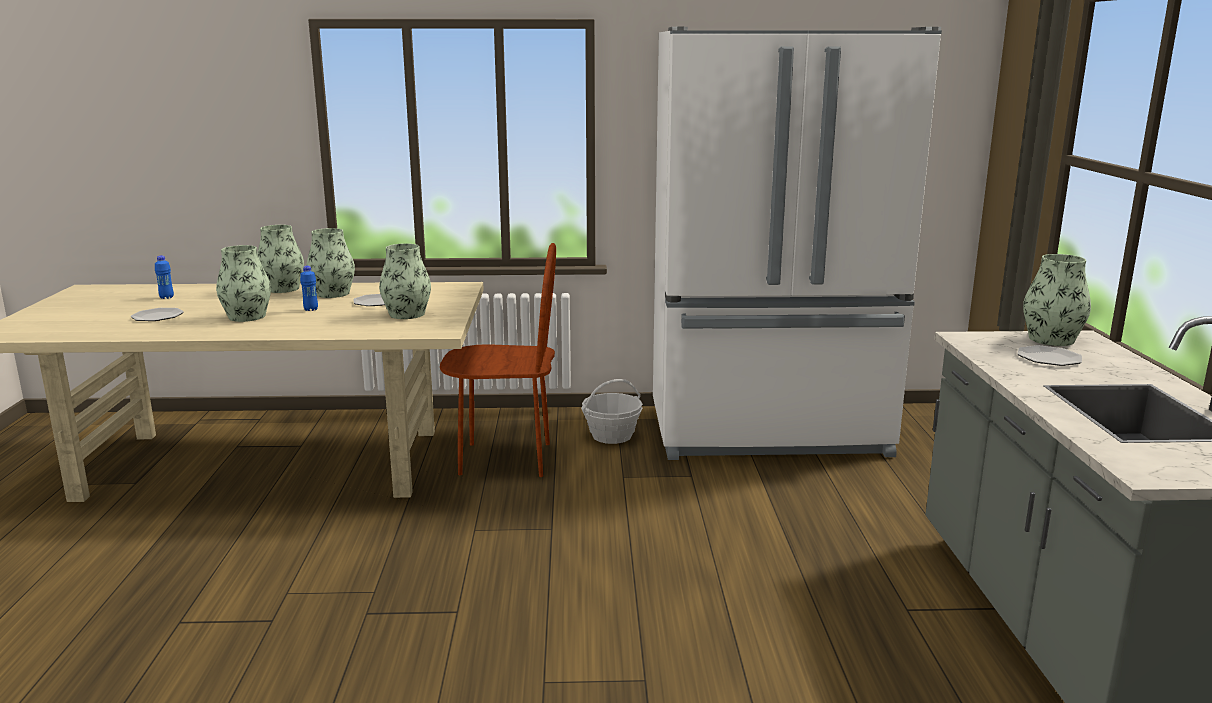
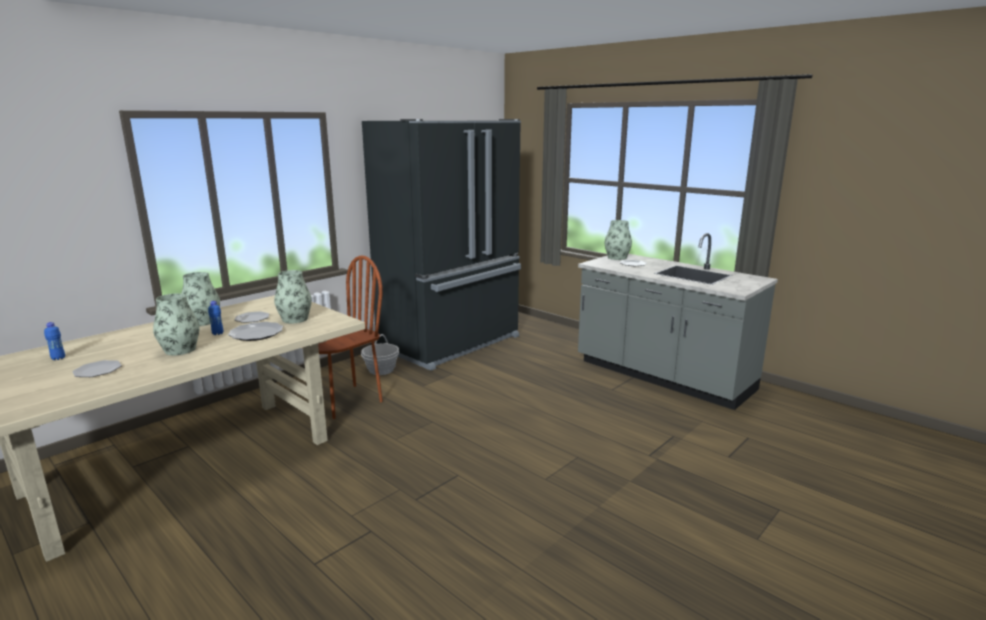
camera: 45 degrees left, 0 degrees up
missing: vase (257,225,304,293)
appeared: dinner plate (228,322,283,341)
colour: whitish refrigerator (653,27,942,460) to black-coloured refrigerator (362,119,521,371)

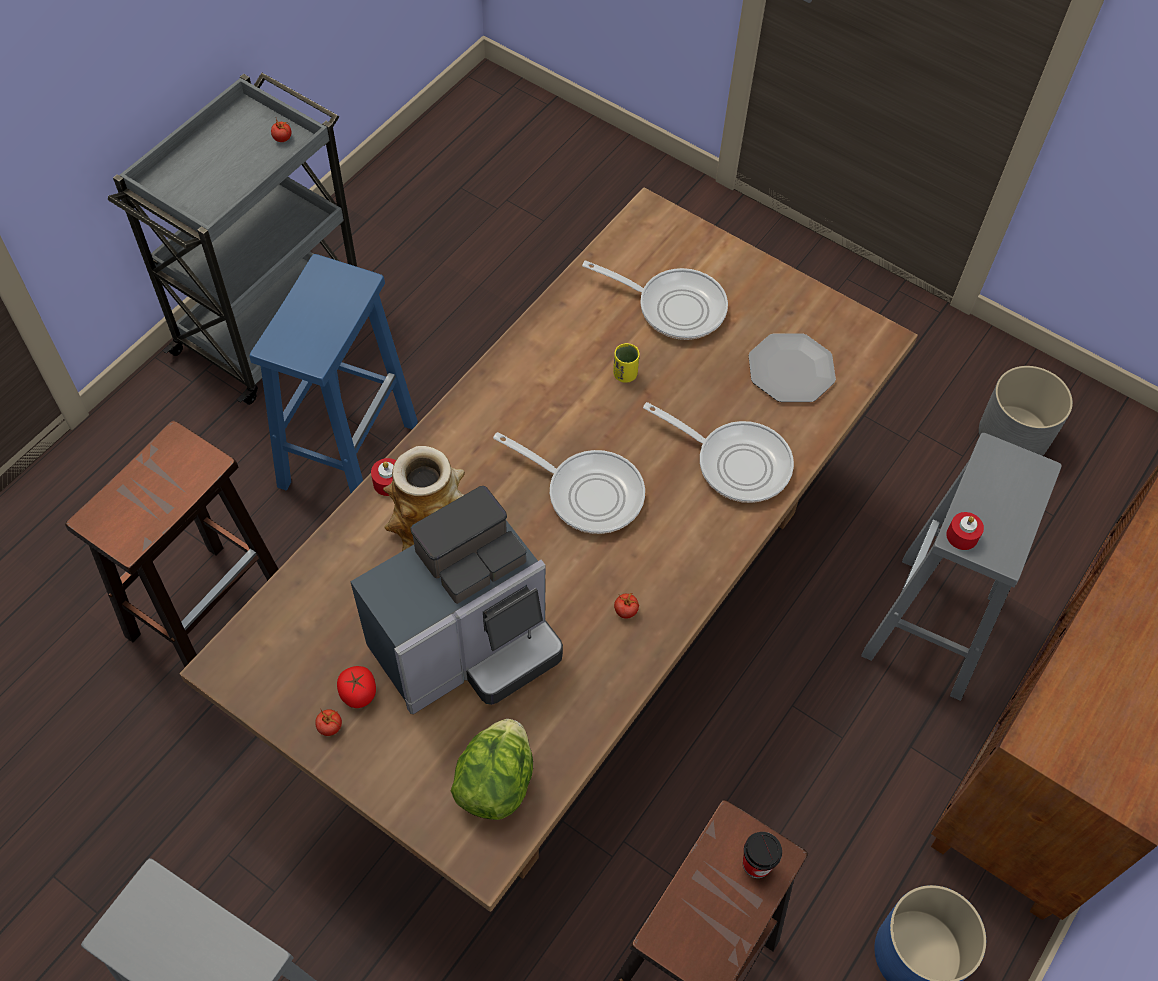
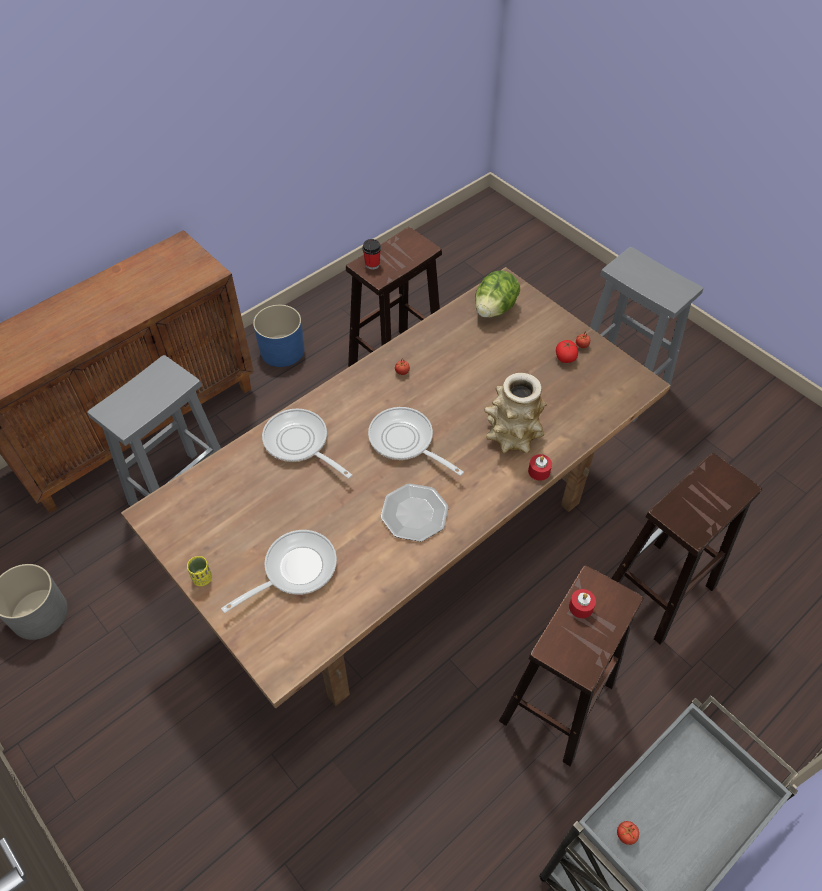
camera: 165 degrees left, 5 degrees down
missing: coffee machine (350,486,563,714)
relocated: yellow-coloured cup (613,343,640,383) to (187,556,212,586); dinner plate (749,333,836,402) to (381,483,449,542); red-coloured candle (946,512,984,550) to (569,589,596,618)
colour: blue-coloured sitting stool (250,254,418,493) to brown sitting stool (499,565,644,767)
spun: pan (582,260,728,340) = (221,530,337,613) 105 degrees clockwise

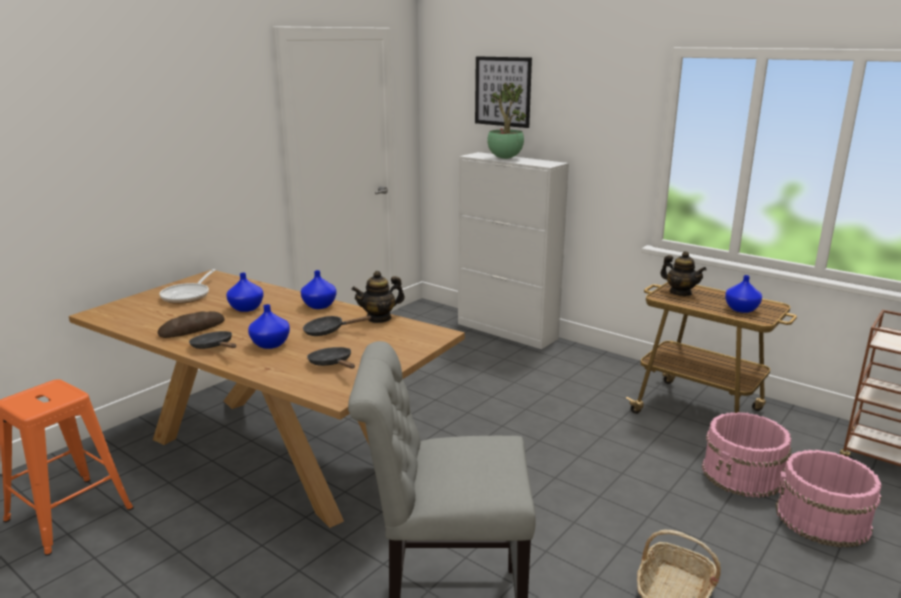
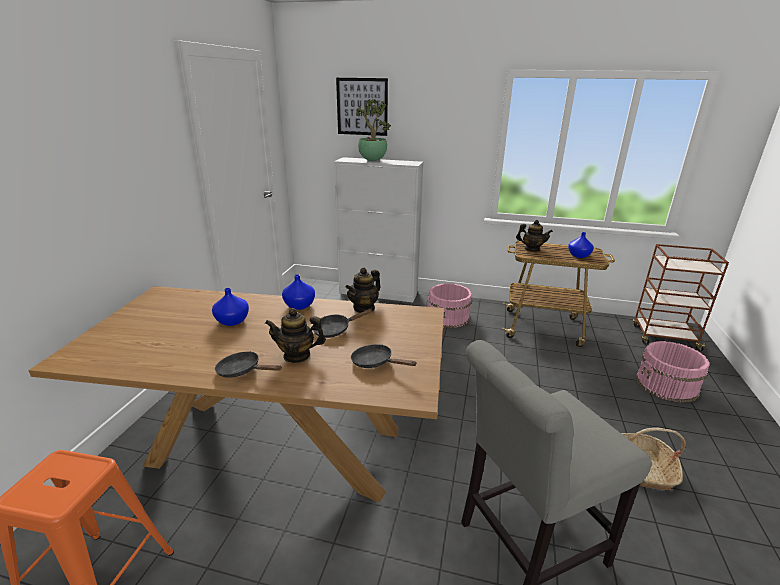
camera: 25 degrees left, 5 degrees up
missing: bread (158,311,225,338); pan (159,269,216,304)
relocated: pink-coloured pail (702,412,791,498) to (428,283,472,328)
exchanged: blue-coloured vase (248,304,290,349) to teapot (265,308,326,363)

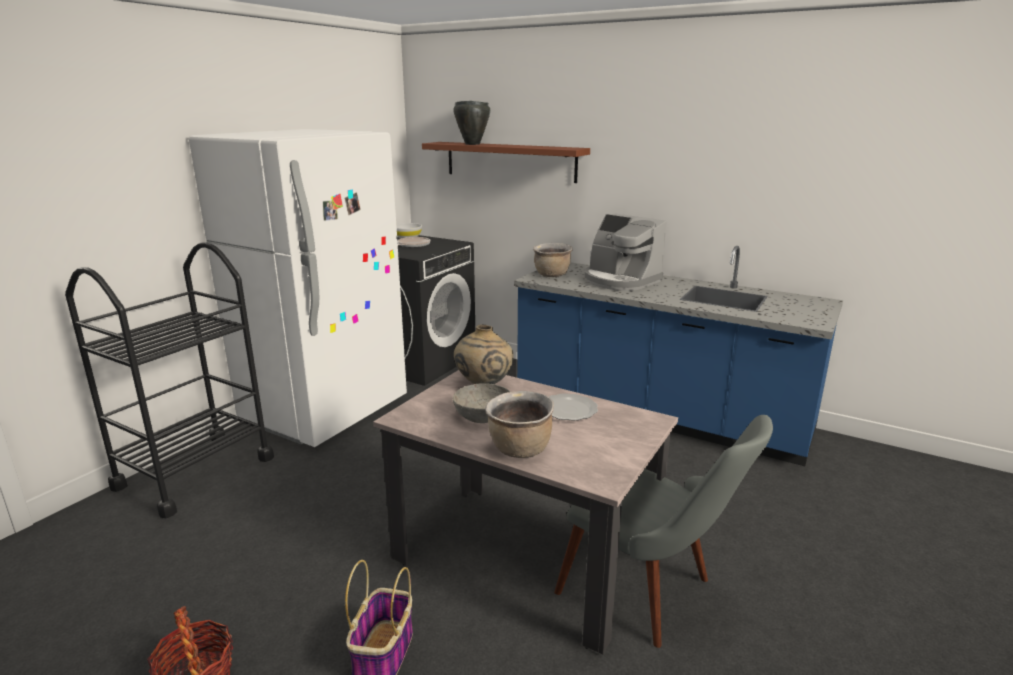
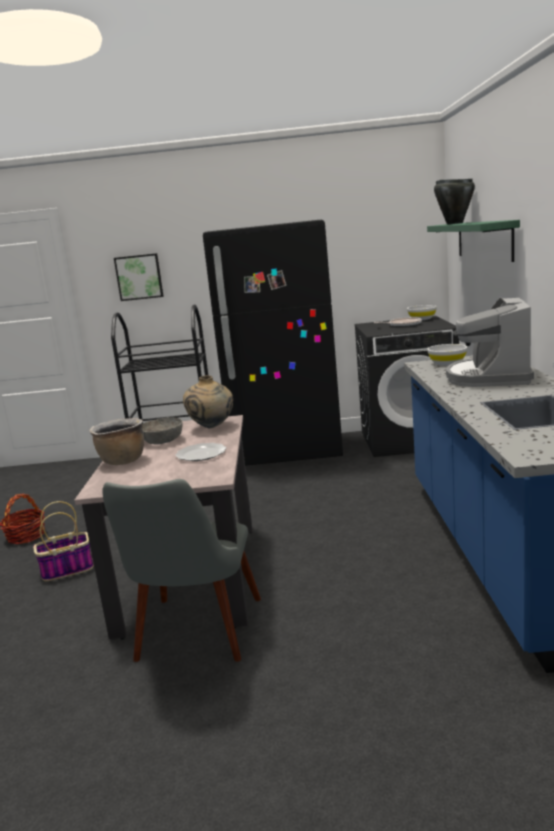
camera: 60 degrees right, 5 degrees down
appeared: picture (114,253,163,301)
exchanged: brown saucepot (533,243,573,277) to whitish serving bowl (427,344,467,366)
colour: whitish refrigerator (189,129,407,447) to black-coloured refrigerator (203,220,343,466); brown wall shelf (422,142,590,183) to green-coloured wall shelf (427,220,520,262)

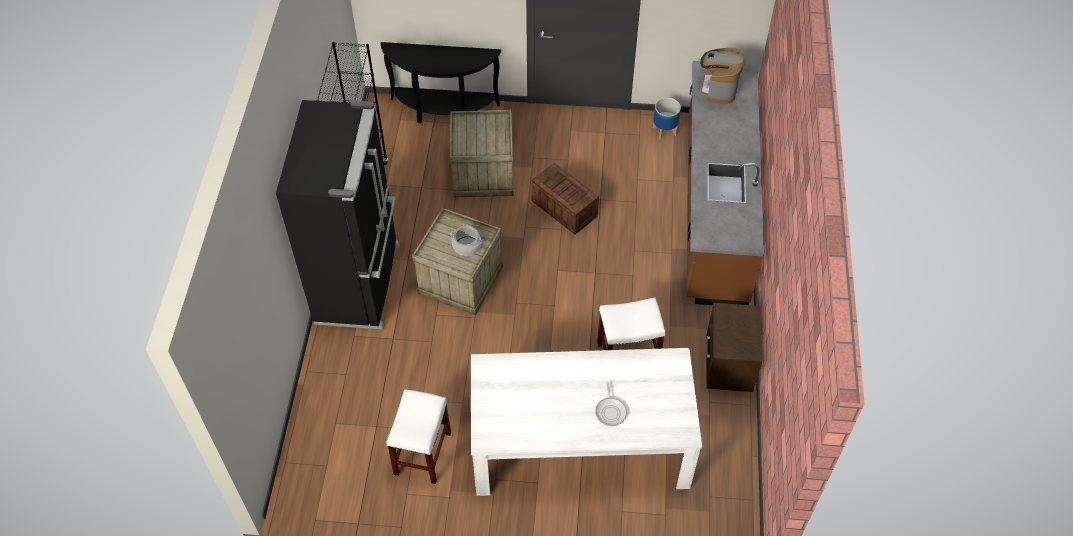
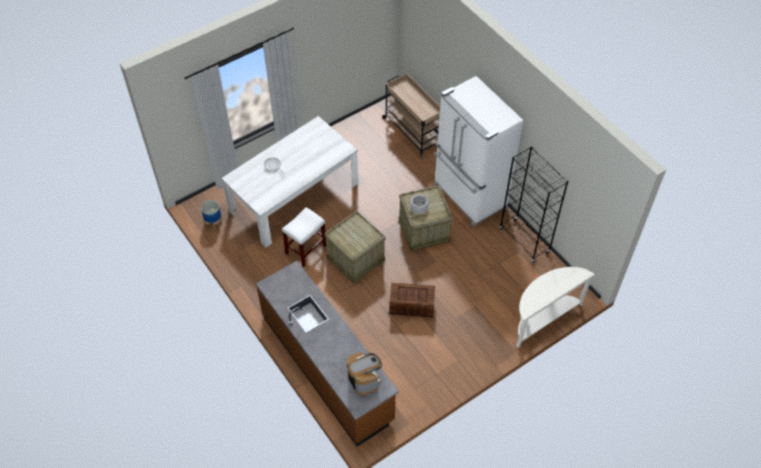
camera: 140 degrees right, 0 degrees up
missing: whitish sitting stool (386,389,451,484); brown night table (706,303,762,392)
appeared: beige trolley (382,73,440,158)
relocated: plant pot (653,98,681,140) to (201,200,223,229); crate (450,110,514,198) to (324,211,386,284)
colour: black-coloured refrigerator (276,100,400,329) to whitish refrigerator (434,76,523,226); black-coloured narrow table (381,42,501,123) to whitish narrow table (516,267,595,348)

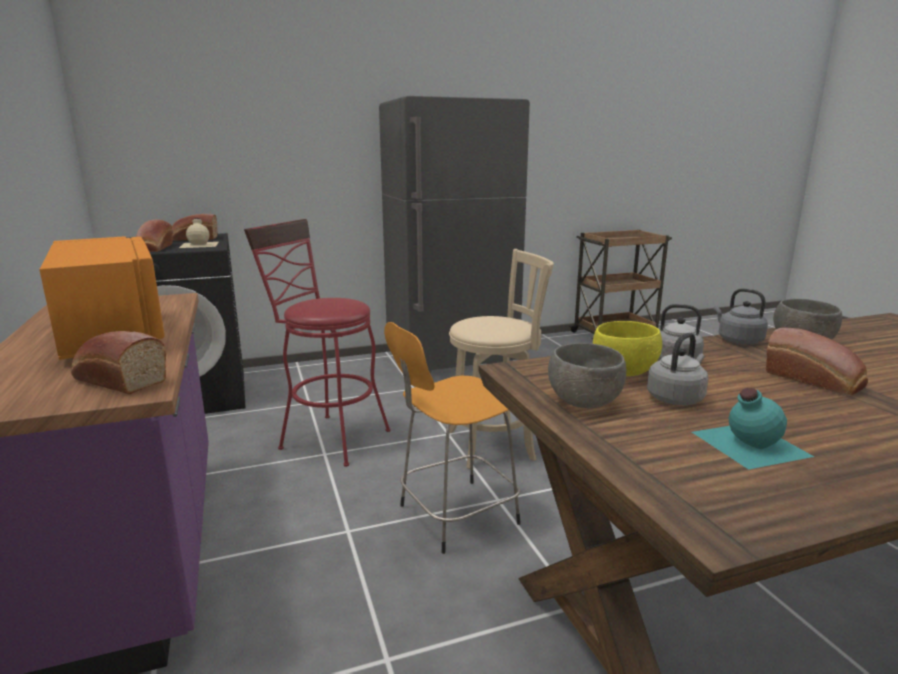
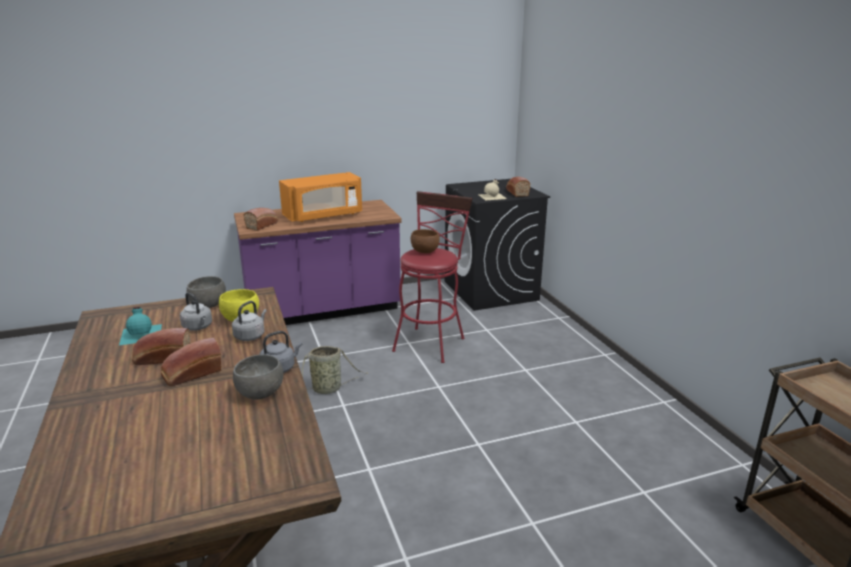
camera: 90 degrees right, 5 degrees up
missing: grey refrigerator (379,96,530,373); beige sitting stool (449,249,554,469)
appeared: brown serving bowl (411,229,440,253)
relocated: bread (136,219,173,252) to (132,328,191,365)
exchanged: orange sitting stool (384,322,521,554) to basket (302,346,368,394)

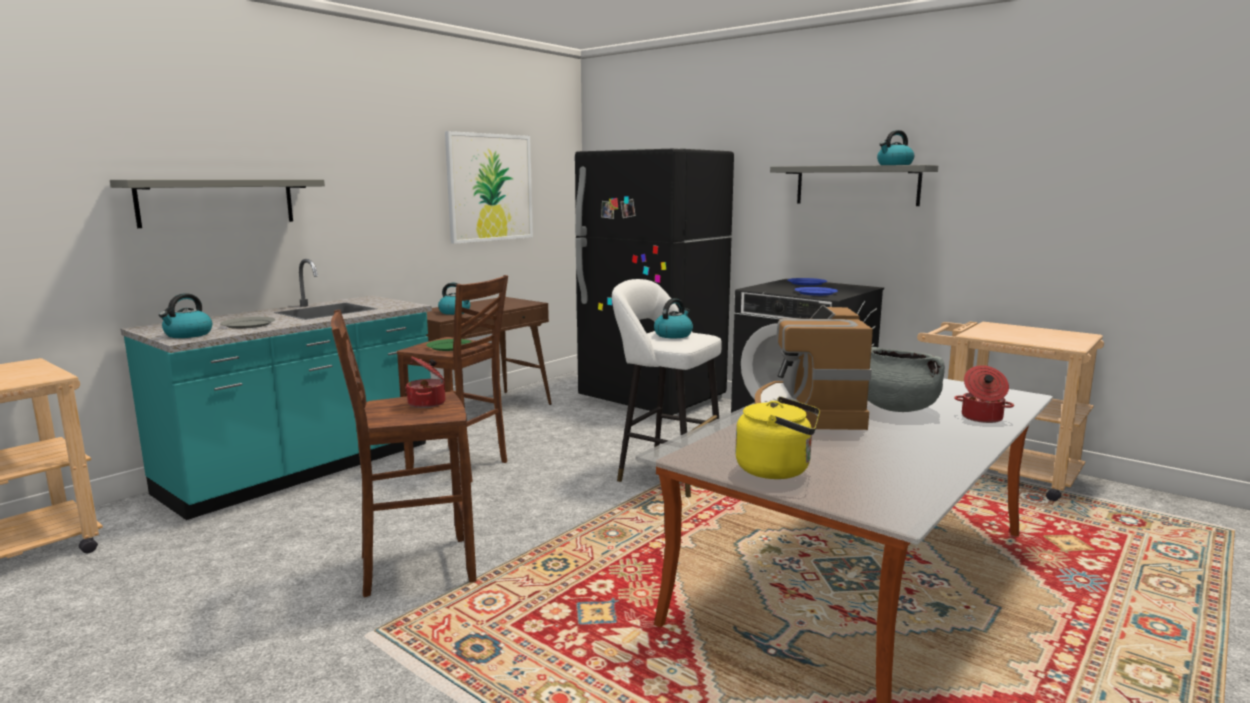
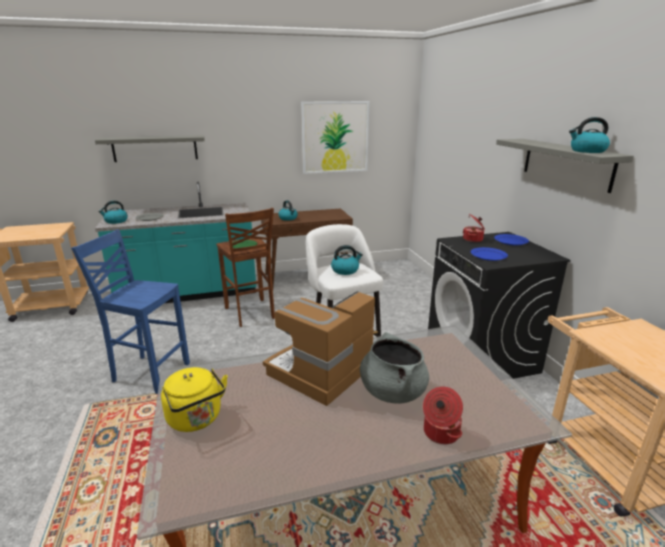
camera: 35 degrees right, 10 degrees up
missing: black-coloured refrigerator (575,149,734,415)
relocated: saucepot (405,356,445,408) to (463,214,485,242)
colour: brown sitting stool (331,309,476,597) to blue-coloured sitting stool (71,229,190,394)

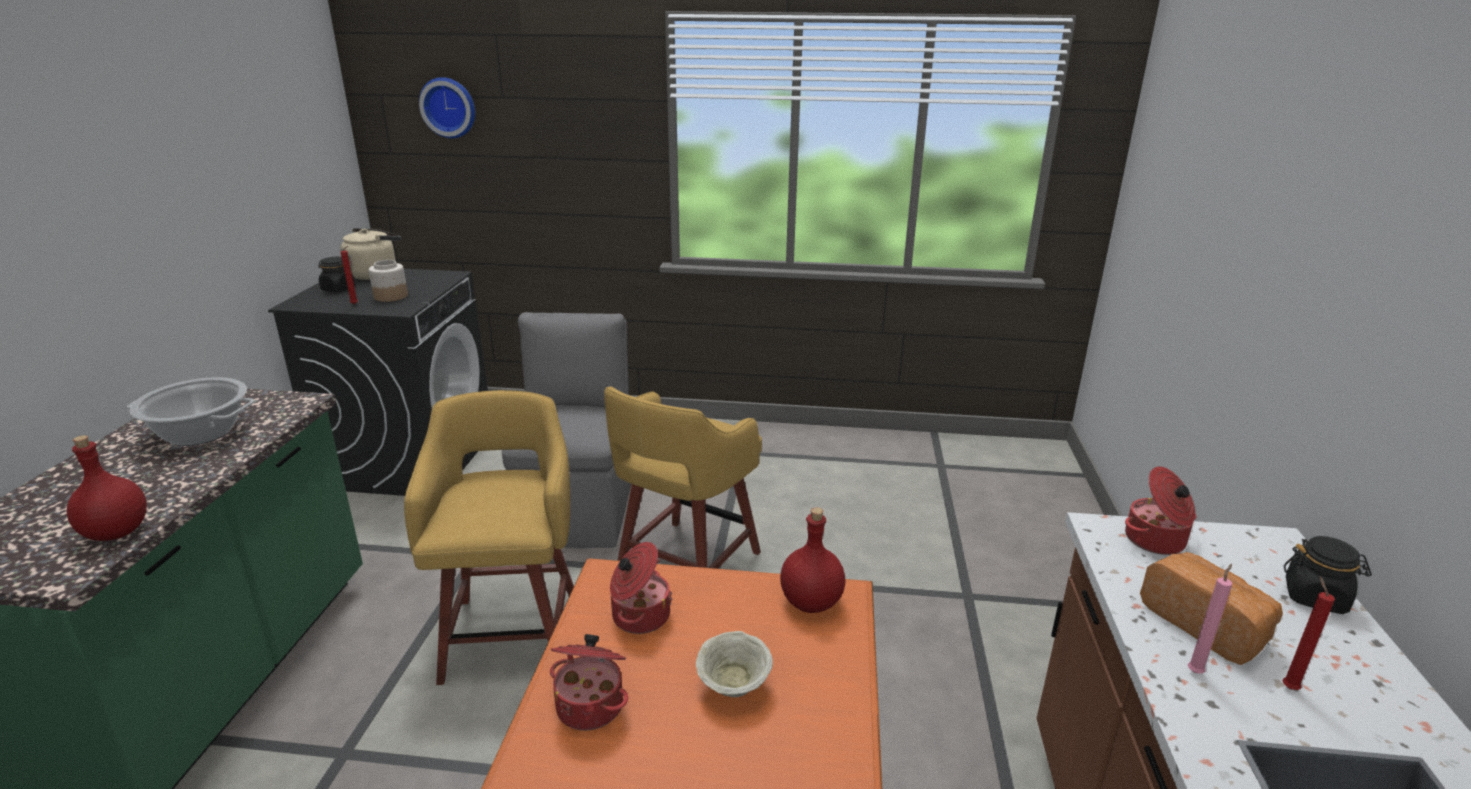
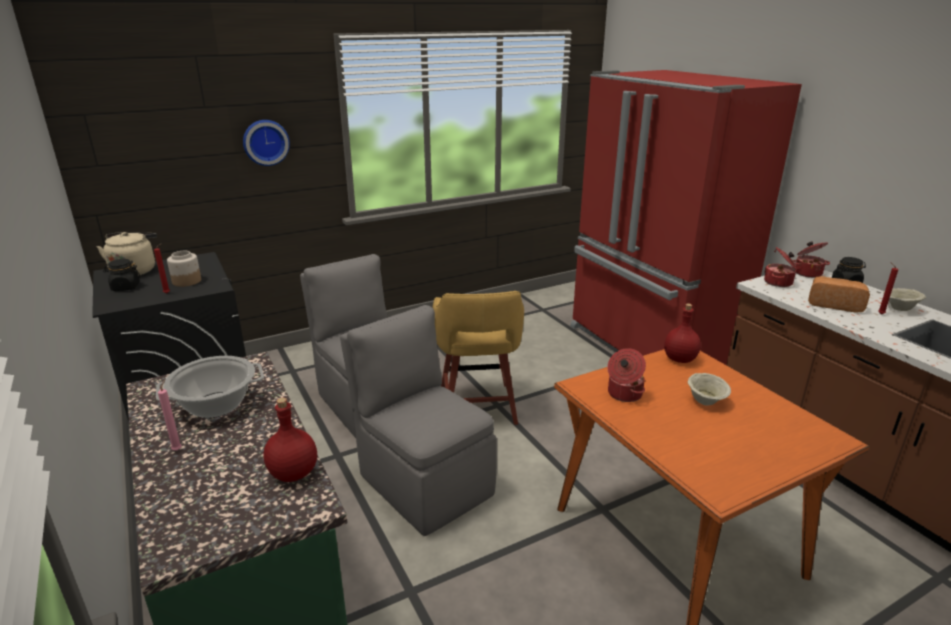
camera: 35 degrees left, 0 degrees up
appeared: red-coloured refrigerator (570,70,802,365); beige serving bowl (883,288,926,311)
relocated: pink-coloured candle (1188,564,1232,673) to (158,380,182,451); clock on the wall (419,77,475,138) to (243,120,290,166); saucepot (550,634,628,731) to (793,242,830,278)
exchanged: yellow-coloured sitting stool (404,390,574,685) to grey chair (340,305,497,536)

